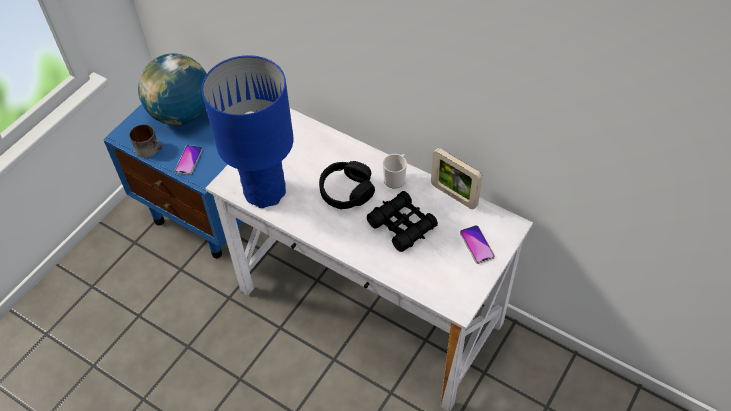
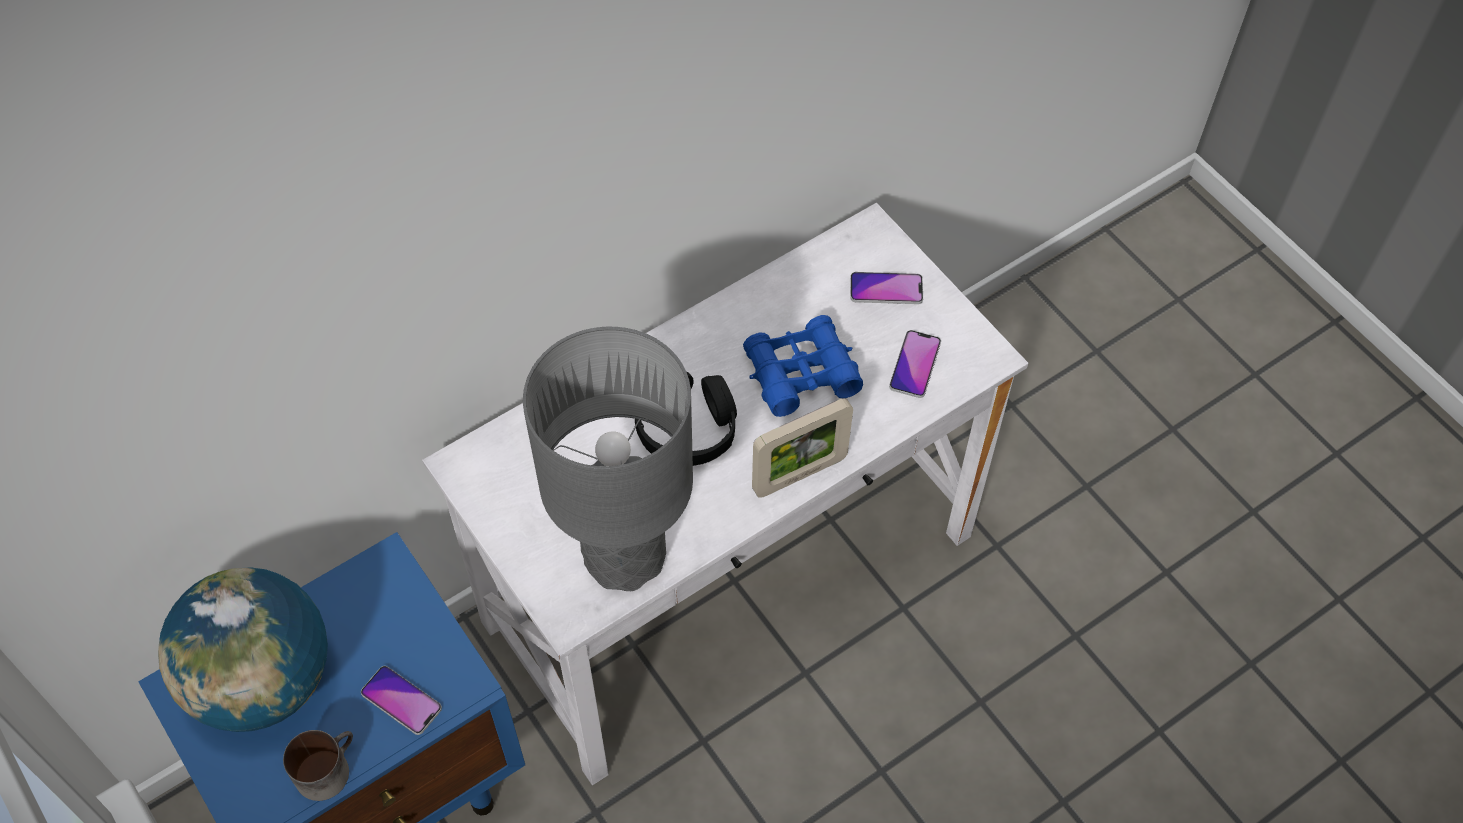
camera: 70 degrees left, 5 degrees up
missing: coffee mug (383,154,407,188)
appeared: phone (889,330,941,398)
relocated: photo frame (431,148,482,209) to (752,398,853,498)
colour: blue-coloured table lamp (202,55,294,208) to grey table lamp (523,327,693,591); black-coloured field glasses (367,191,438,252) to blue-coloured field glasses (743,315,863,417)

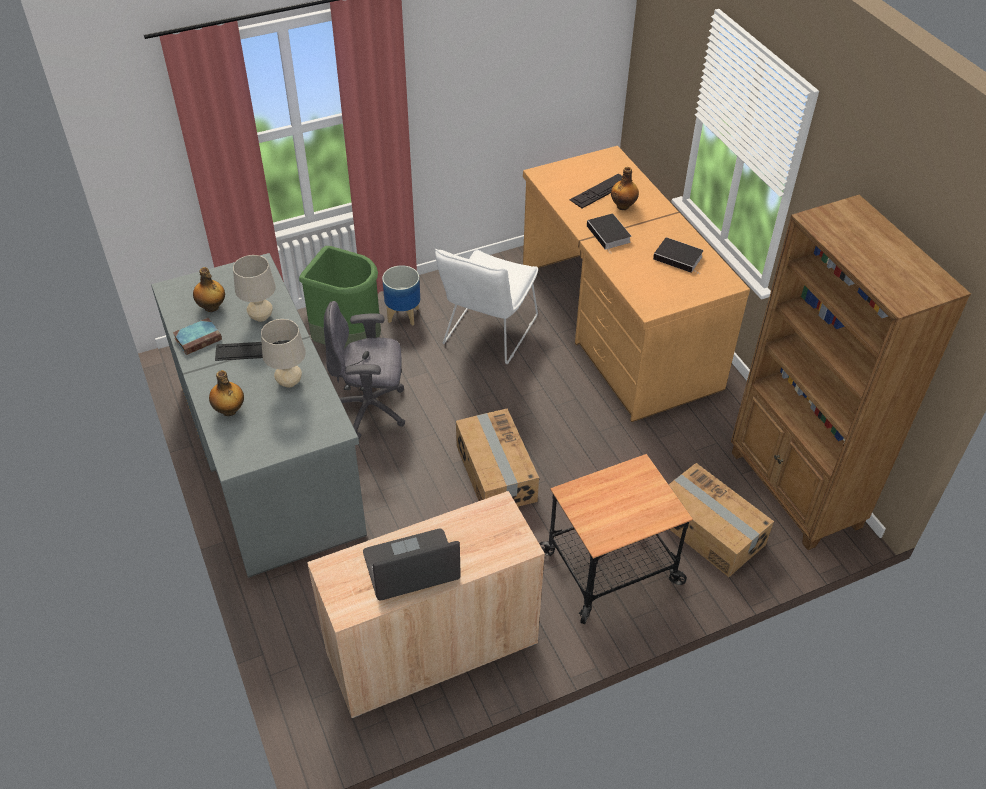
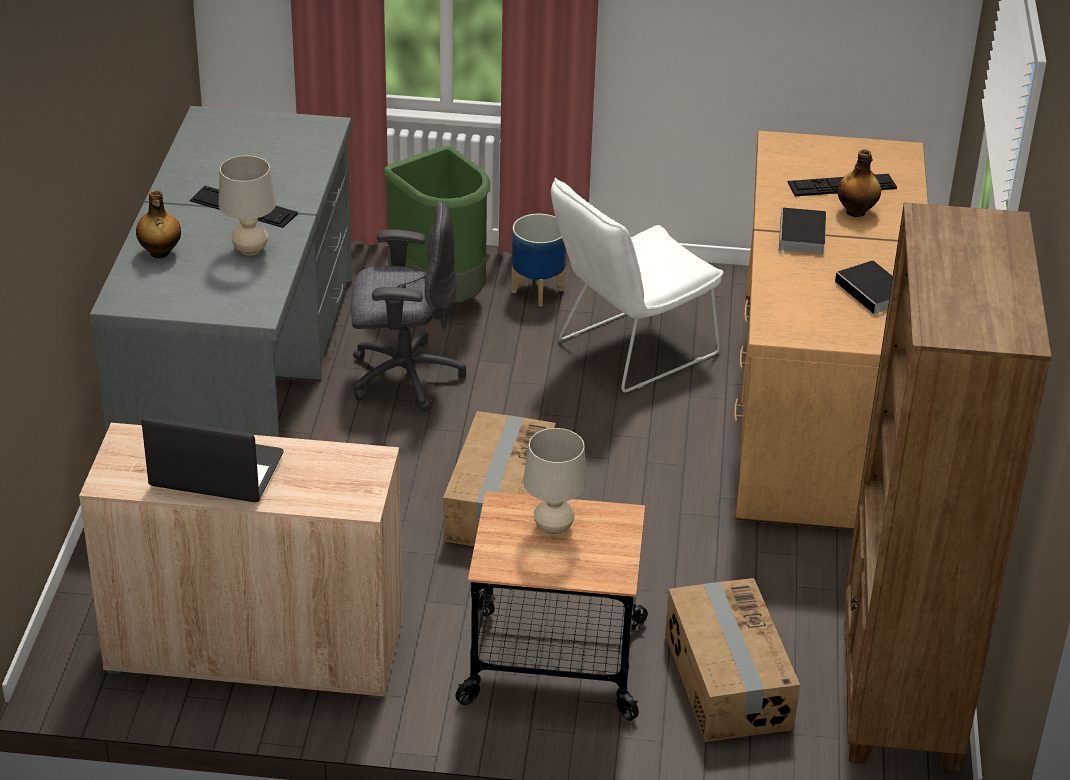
camera: 30 degrees right, 10 degrees down
missing: bound book (173,318,222,355); beverage bottle (193,267,225,312)
relocated: beige table lamp (233,255,276,322) to (523,428,587,535)
spun: grey office chair (324,301,406,439) = (351,201,466,412) 150 degrees clockwise

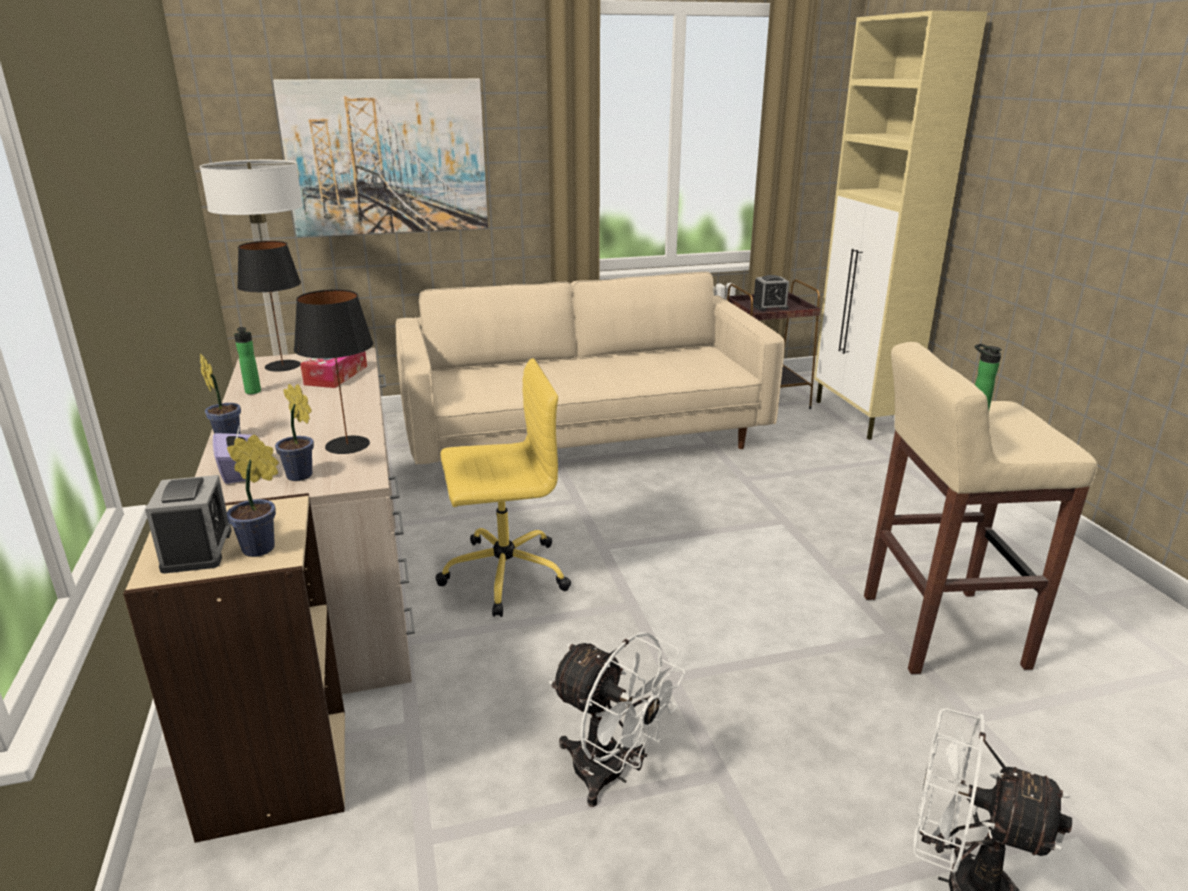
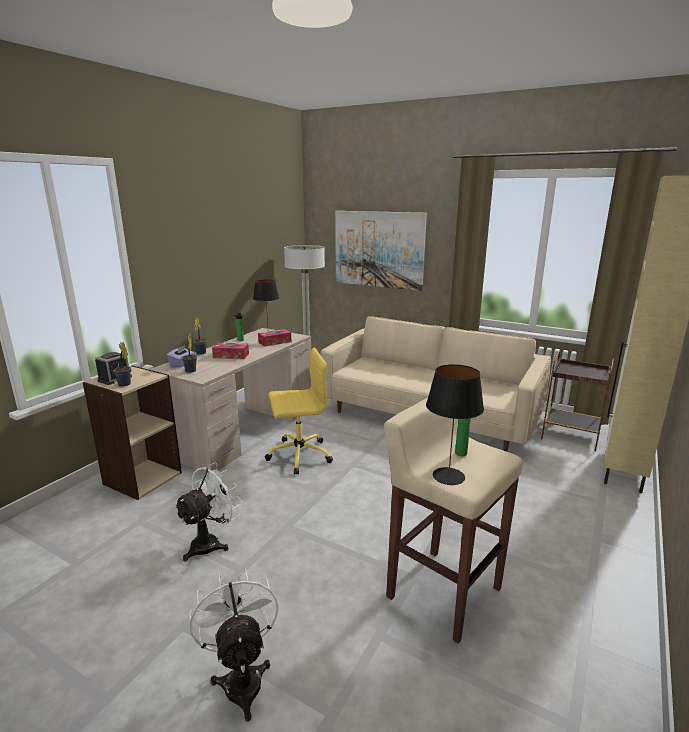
camera: 45 degrees right, 5 degrees down
missing: alarm clock (753,275,789,311)
appeared: tissue box (212,343,249,359)
relocated: black-coloured table lamp (294,289,373,454) to (426,364,484,485)
spun: whitish cooling fan (549,632,685,807) = (174,463,243,562) 135 degrees counterclockwise; yellow-coloured office chair (435,358,571,617) = (265,347,333,475) 45 degrees counterclockwise

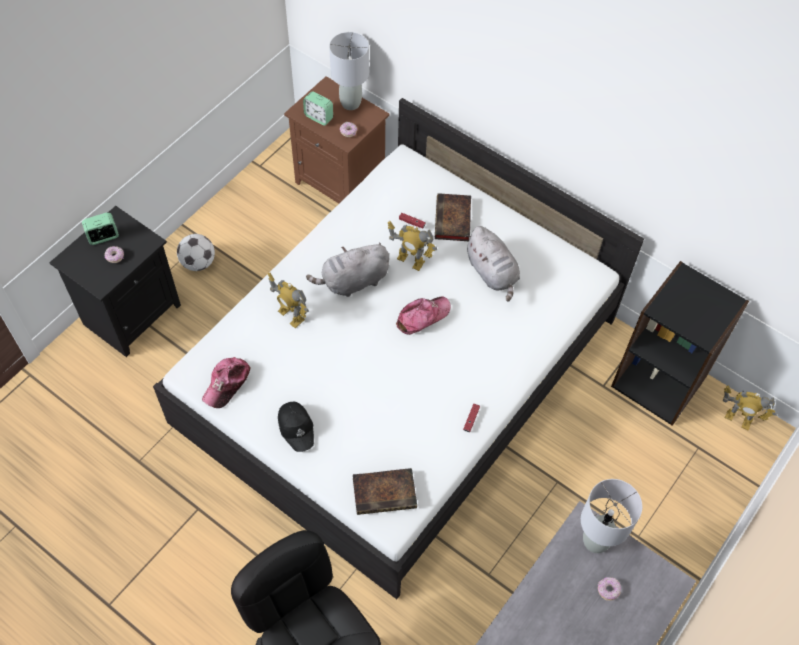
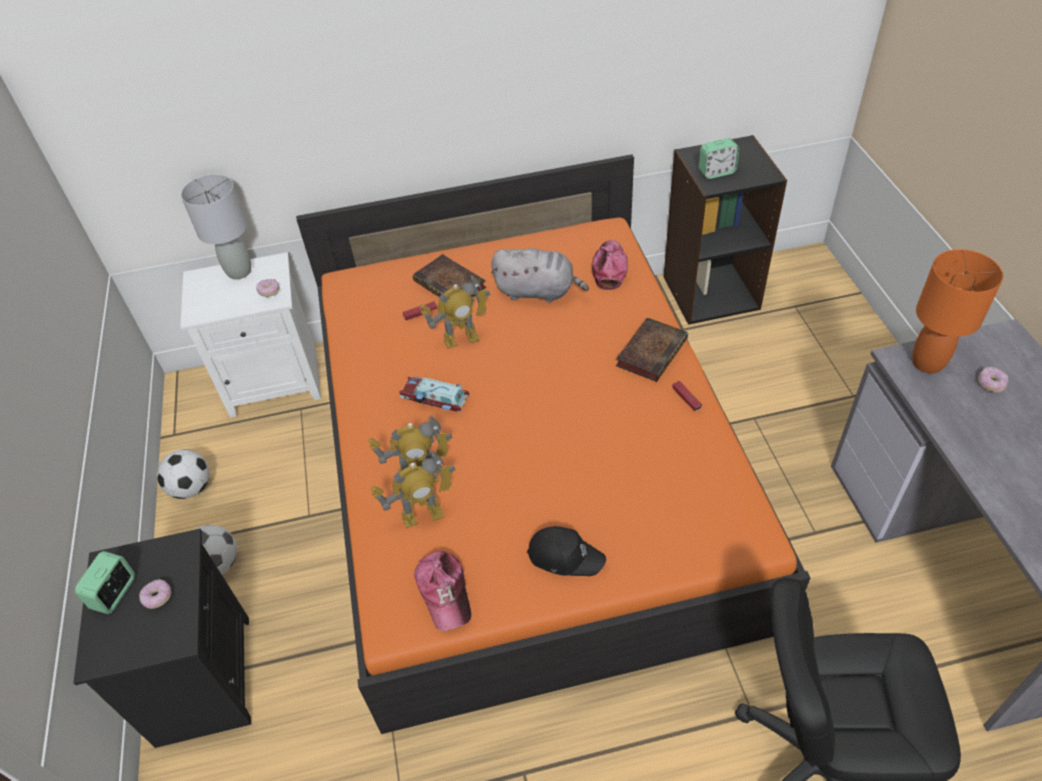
camera: 45 degrees left, 10 degrees down
appeared: football (157,449,209,499)
relocated: robot figure (723,386,777,430) to (371,451,455,529); cap (396,297,451,335) to (592,240,628,290); bound book (353,468,417,515) to (616,318,688,382); alarm clock (303,91,333,126) to (699,138,740,179)
exchanged: grey cuddly toy (306,243,389,297) to miniature car (399,376,470,412)
colour: brown night table (284,76,390,203) to whitish night table (180,252,321,418); whitish bed (153,98,644,599) to orange bed (296,154,811,734); grey table lamp (581,479,642,553) to orange table lamp (913,249,1003,374)

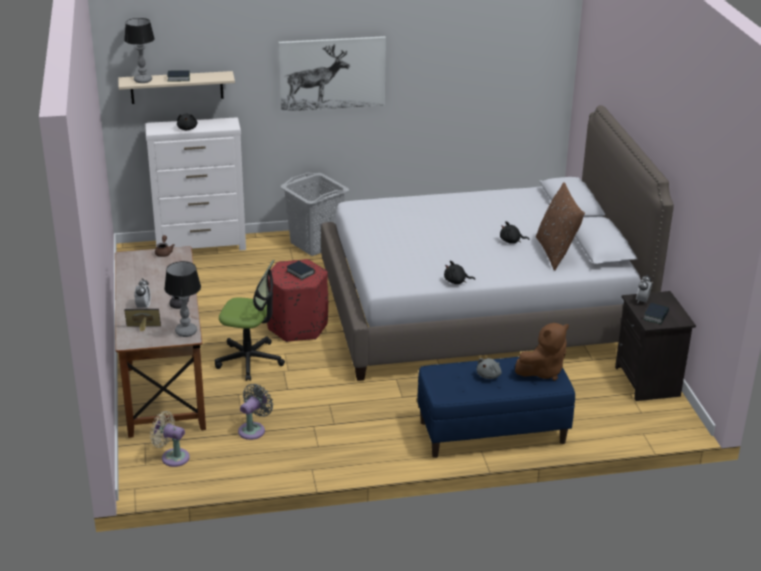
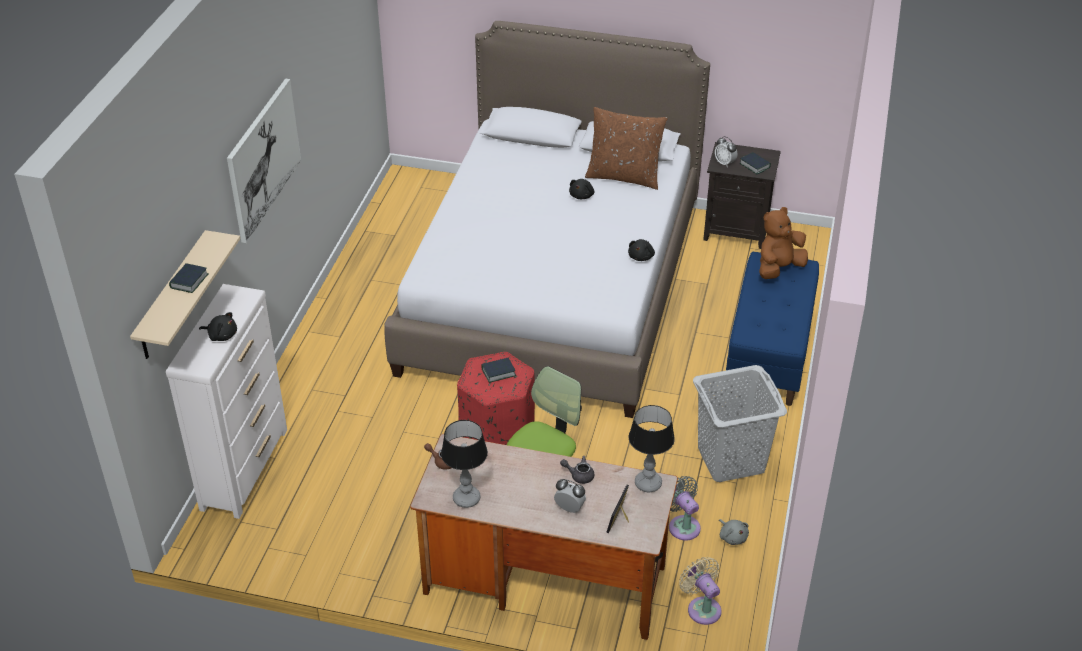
camera: 65 degrees left, 10 degrees up
relocated: table lamp (124,18,155,83) to (441,420,488,508); grey washing basket (280,173,349,256) to (693,365,787,482); grey cuddly toy (476,358,502,379) to (719,519,749,545)
spun: beige cooling fan (150,411,190,467) = (679,557,721,625) 105 degrees clockwise; brown cuddly toy (515,323,569,381) = (759,207,808,279) 120 degrees counterclockwise

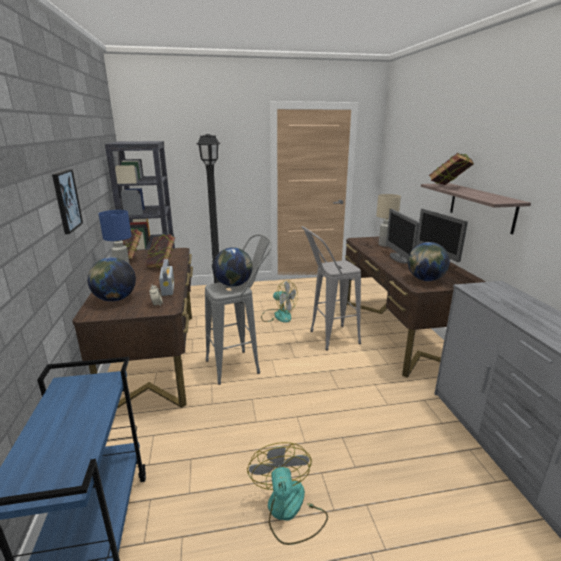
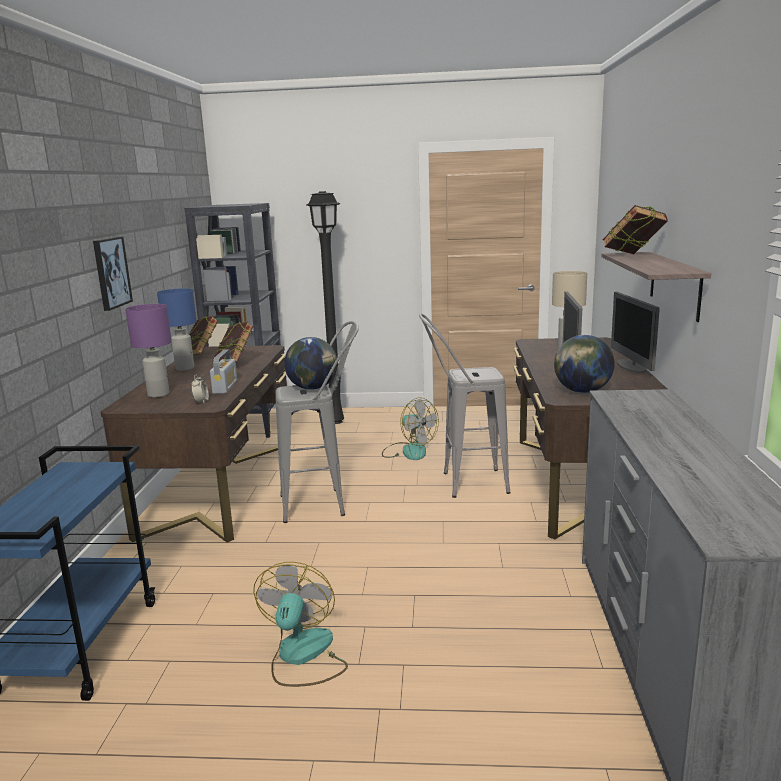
camera: 15 degrees right, 5 degrees down
exchanged: desk globe (87,257,136,302) to purple table lamp (125,304,172,398)

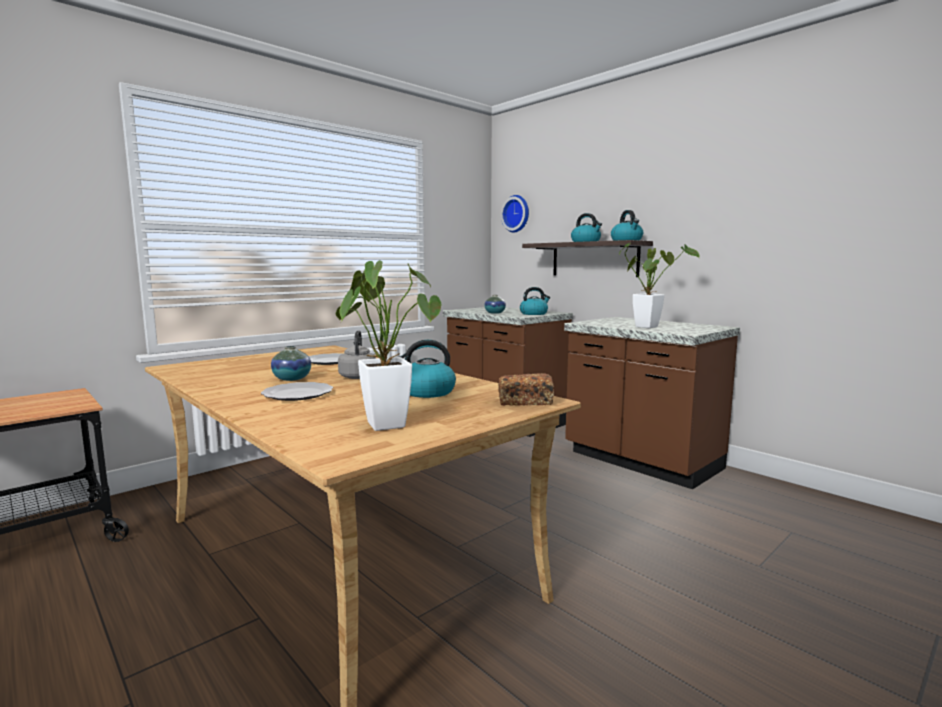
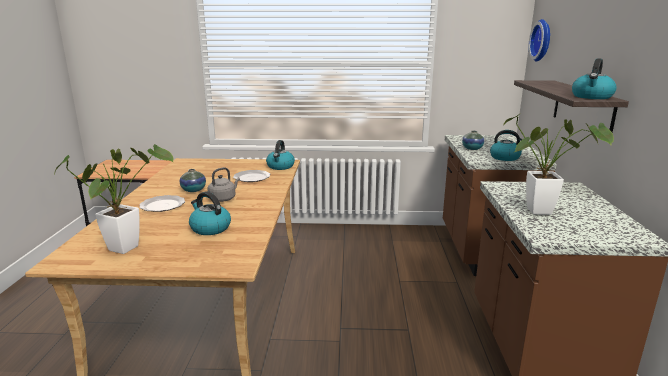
camera: 45 degrees right, 10 degrees up
missing: bread (499,373,554,406)
relocated: kettle (571,213,602,242) to (266,140,295,170)

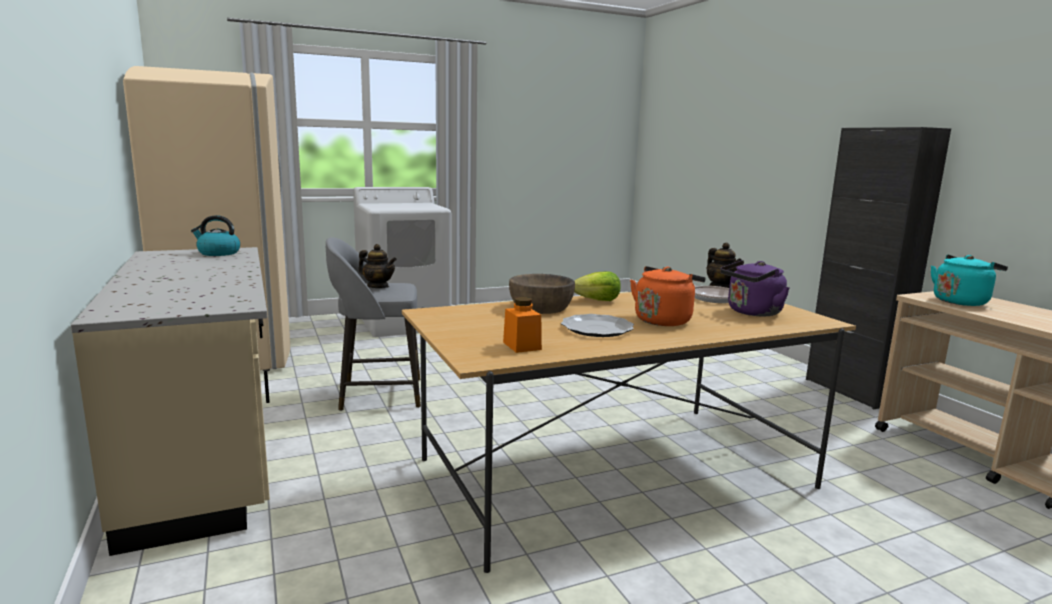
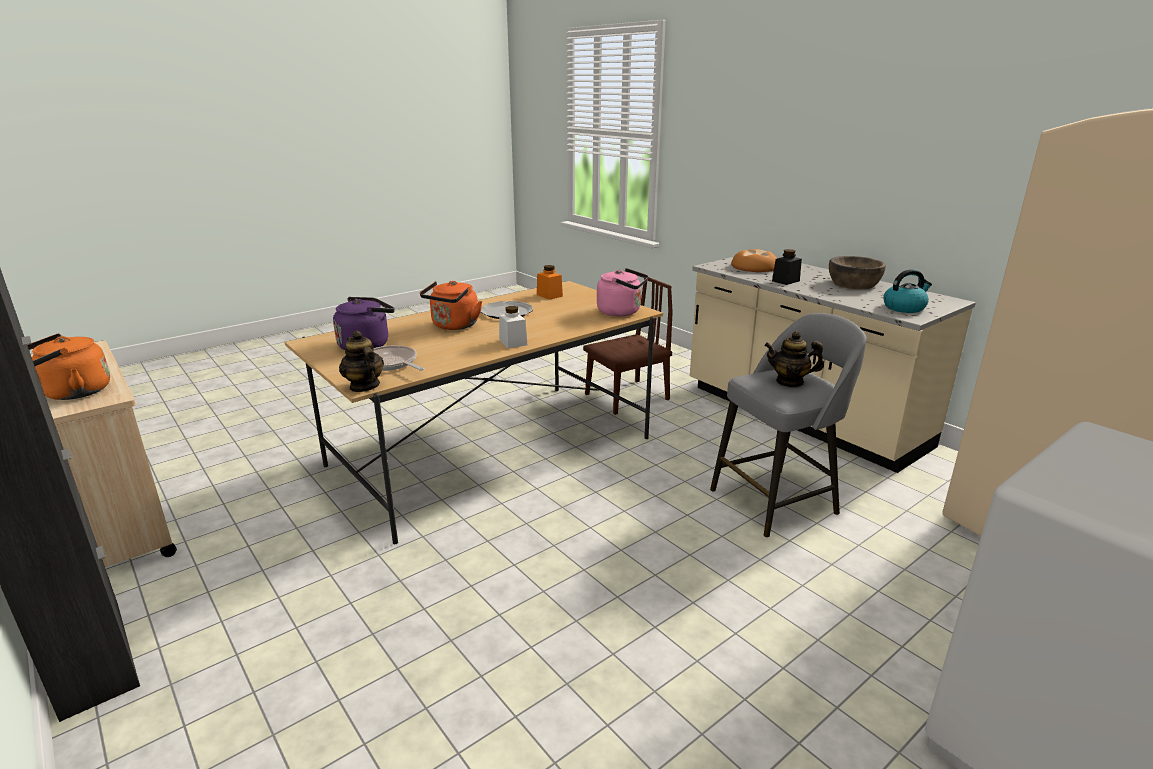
camera: 165 degrees right, 10 degrees up
appeared: brown chair (583,277,673,415); pink-coloured kettle (597,268,649,316); bread (731,249,777,272); black-coloured preserve jar (772,249,802,285)
relocated: brown serving bowl (509,274,575,314) to (829,256,886,289)
exchanged: lettuce (574,271,621,301) to whitish preserve jar (499,306,527,348)
colour: turquoise kettle (931,255,1008,306) to orange kettle (27,333,110,400)

